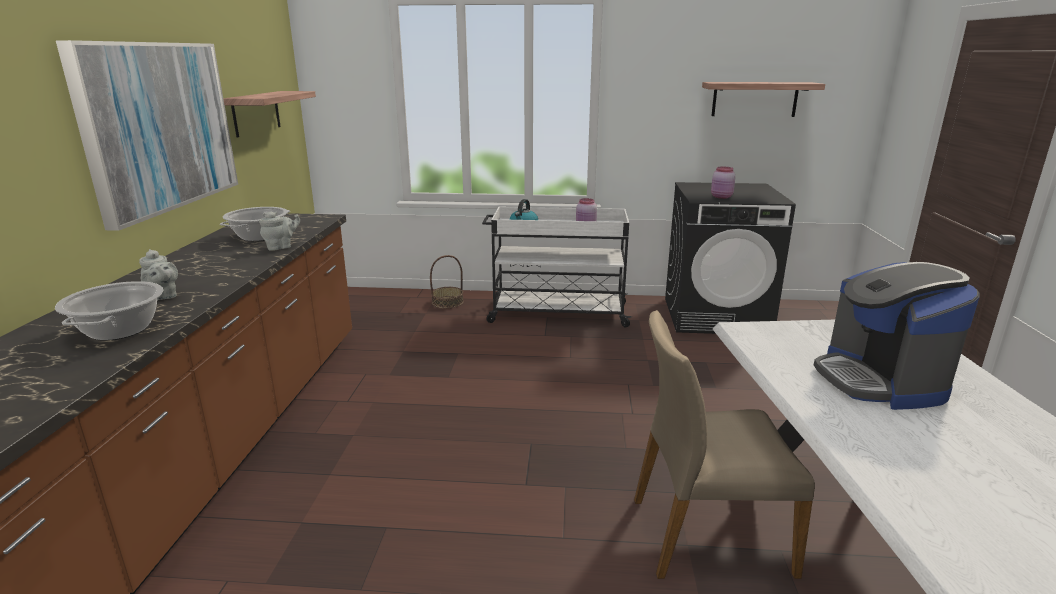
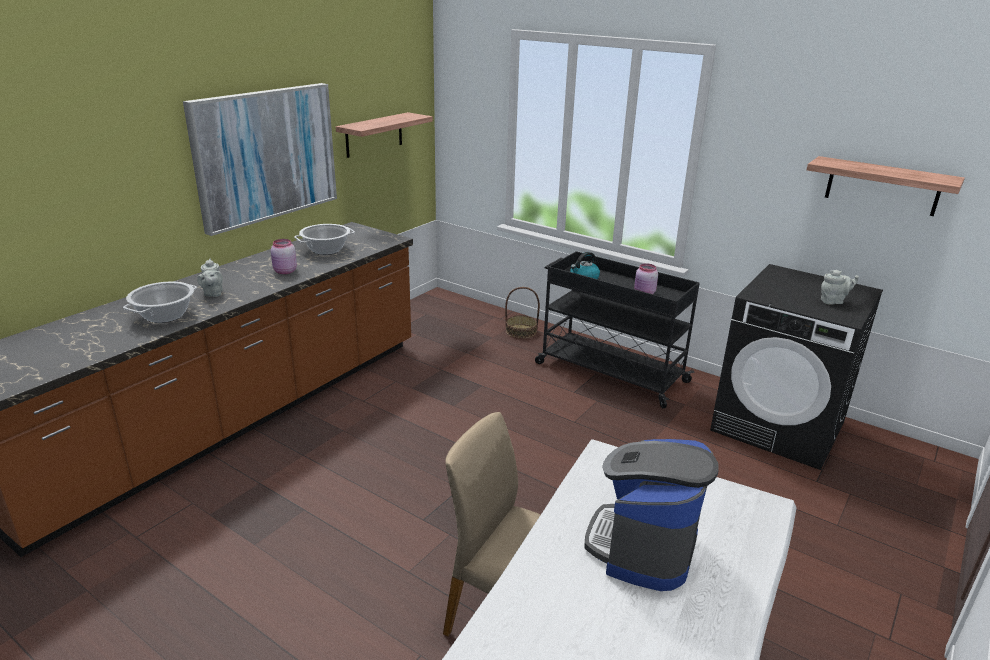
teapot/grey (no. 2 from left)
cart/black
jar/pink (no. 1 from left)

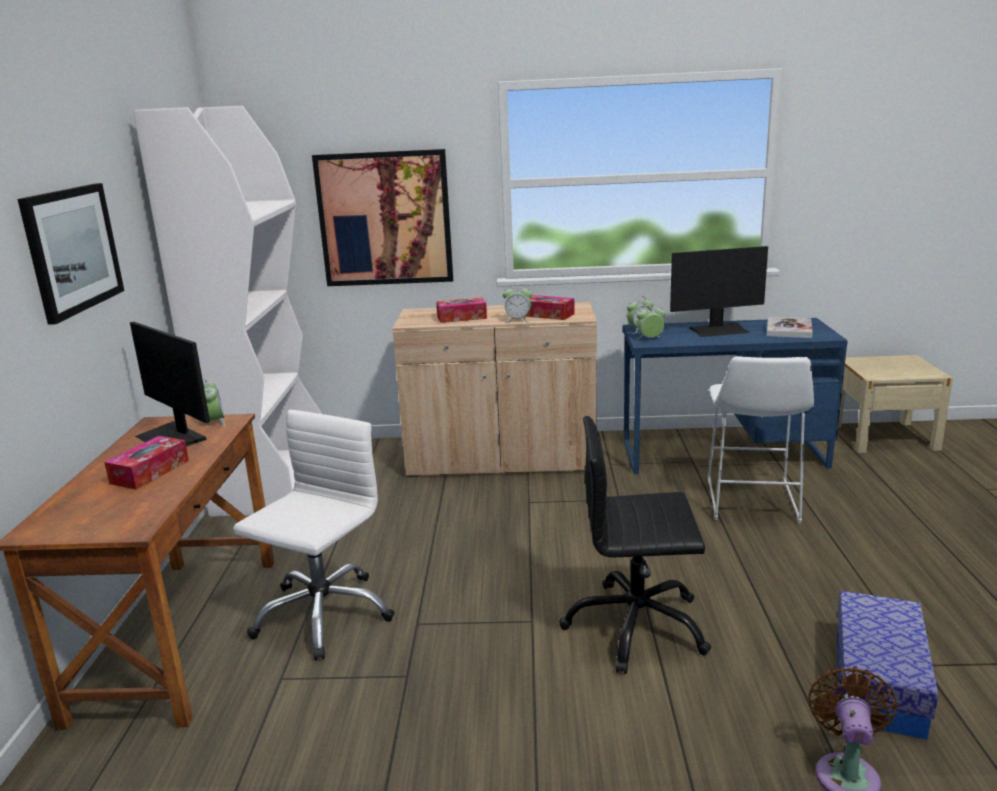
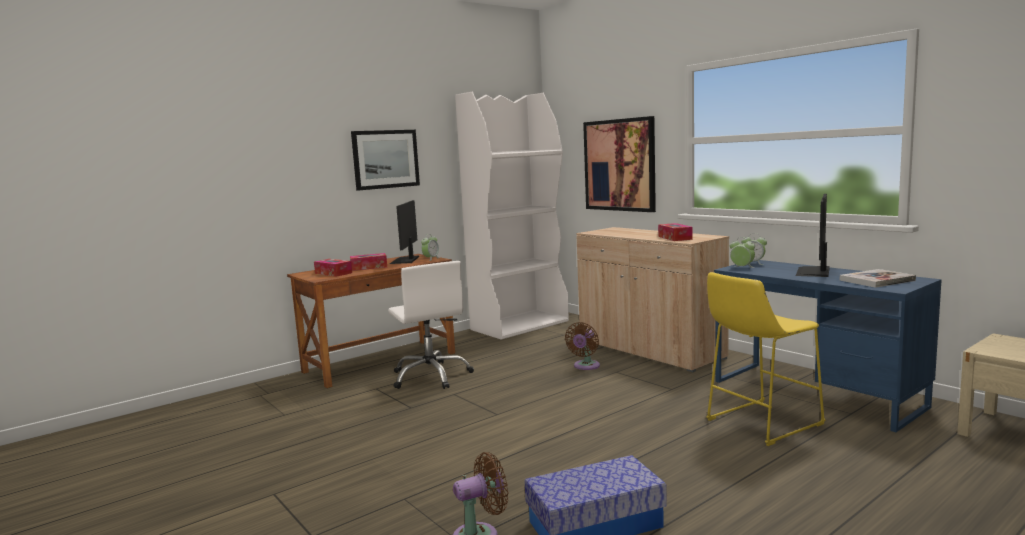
office chair/white
tissue box (no. 1 from left)
alarm clock (no. 2 from left in the first image)
office chair/black
monitor (no. 2 from left)
stool/yellow
fan/brown (no. 2 from left)

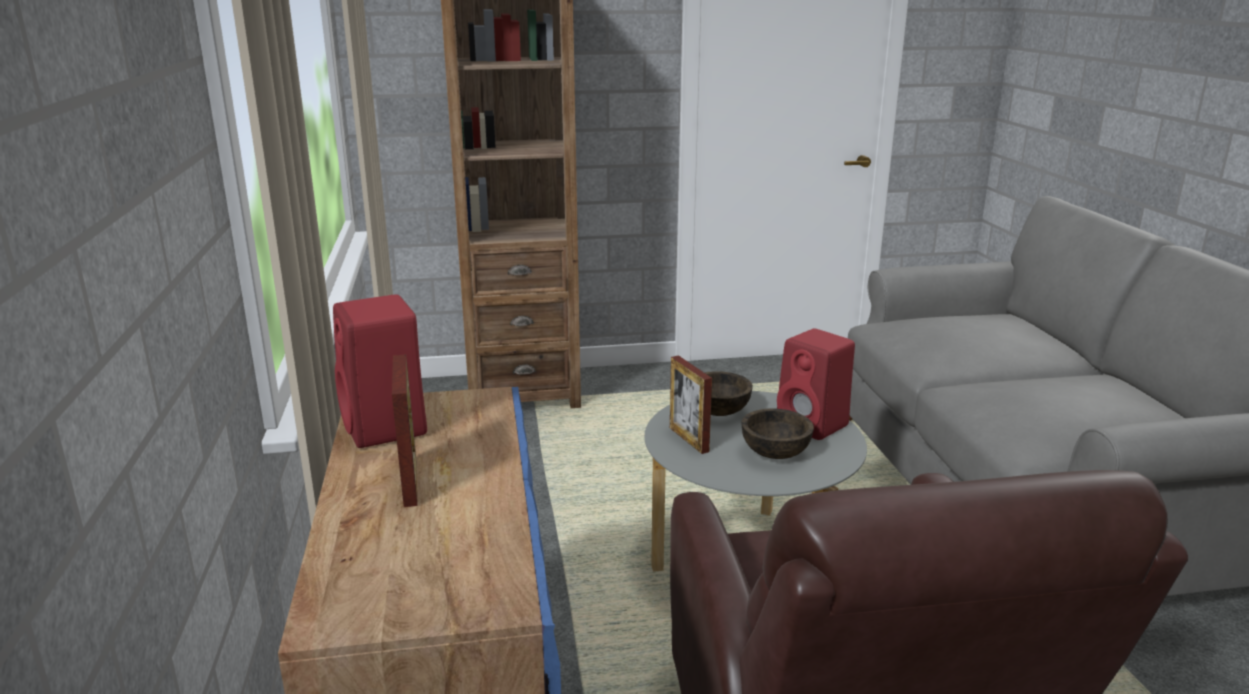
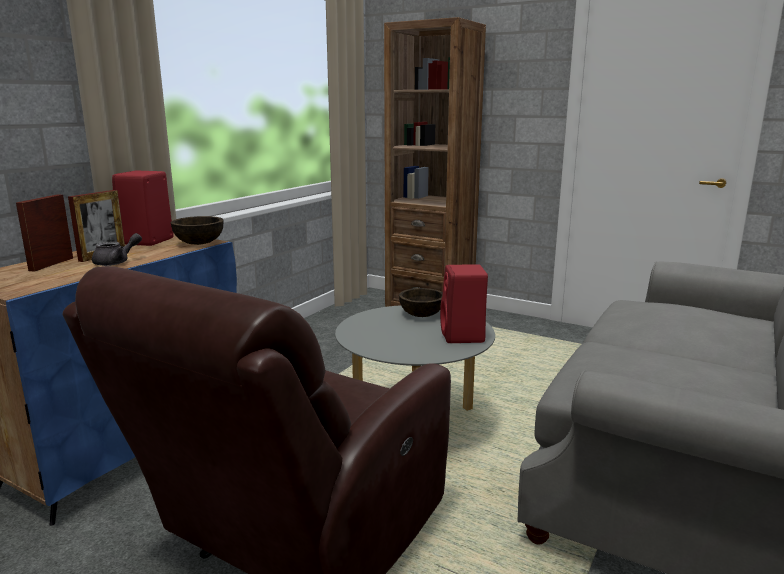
picture frame (no. 1 from left)
bowl/brown (no. 1 from left)
teapot/grey

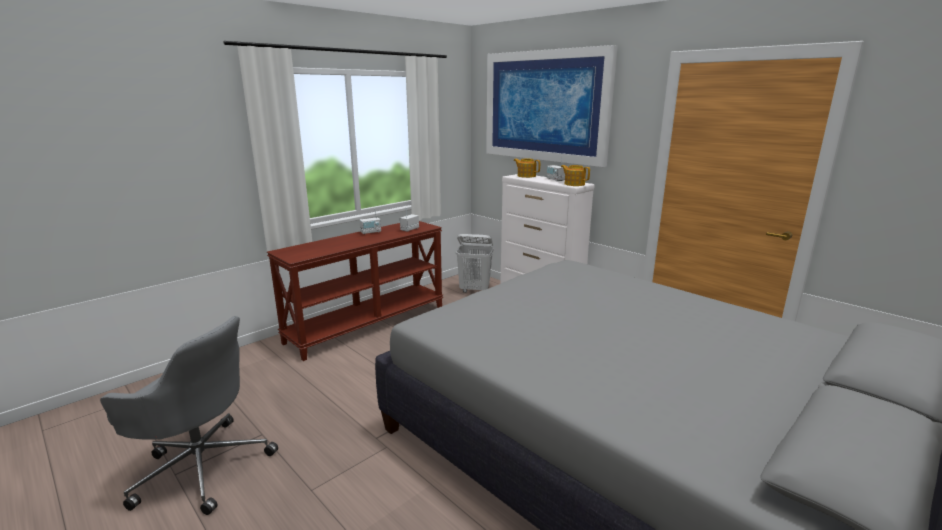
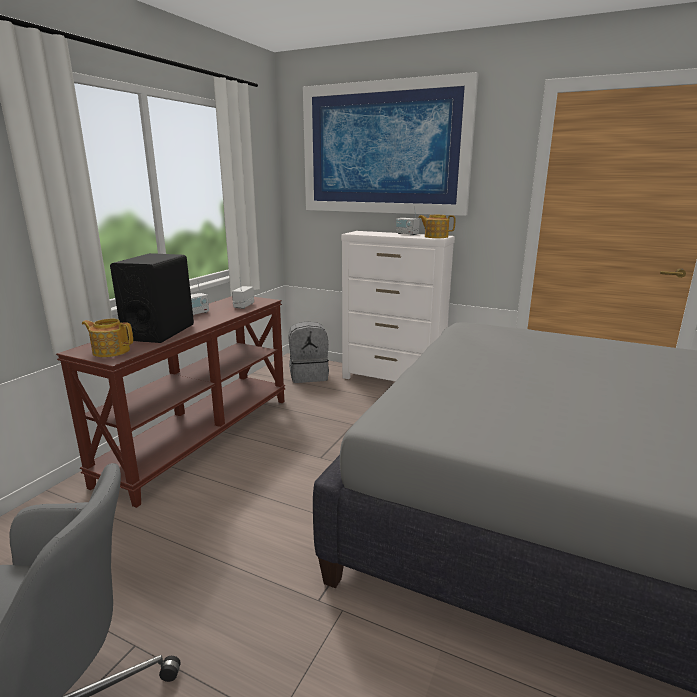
backpack/grey
teapot (no. 1 from left)
speaker/black

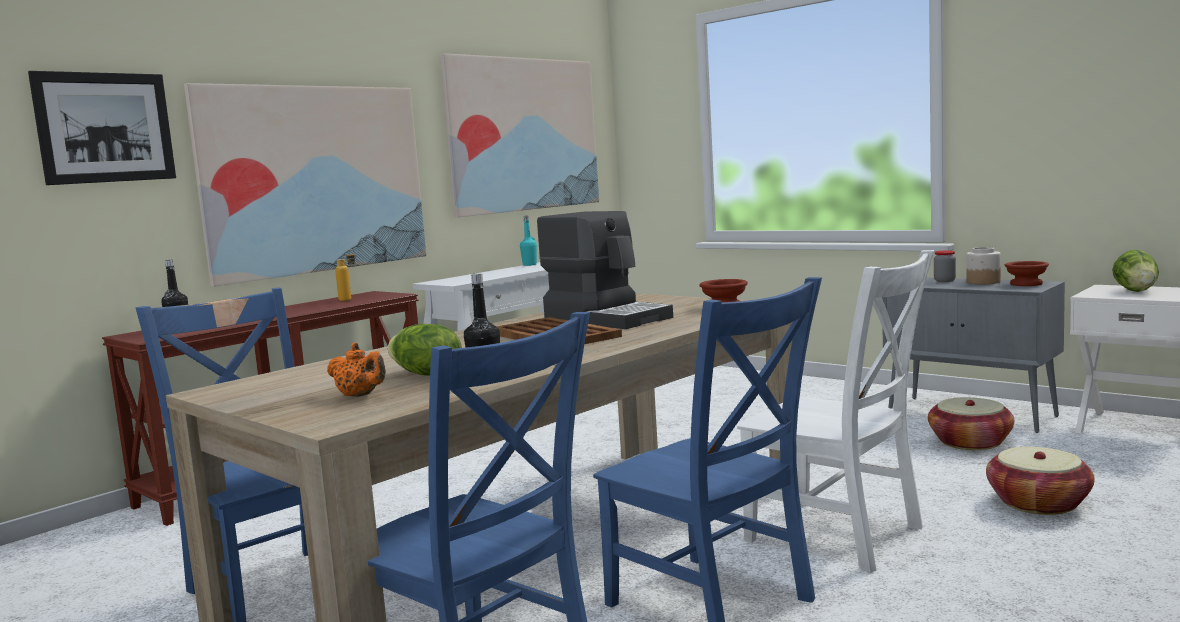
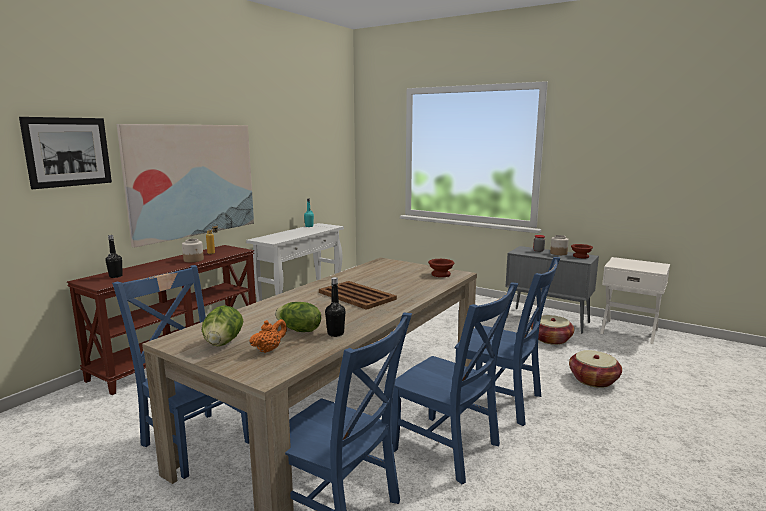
teapot/orange
picture (no. 3 from left in the first image)
coffee machine
chair/blue (no. 4 from left)
lettuce (no. 1 from left)
jar (no. 1 from left)

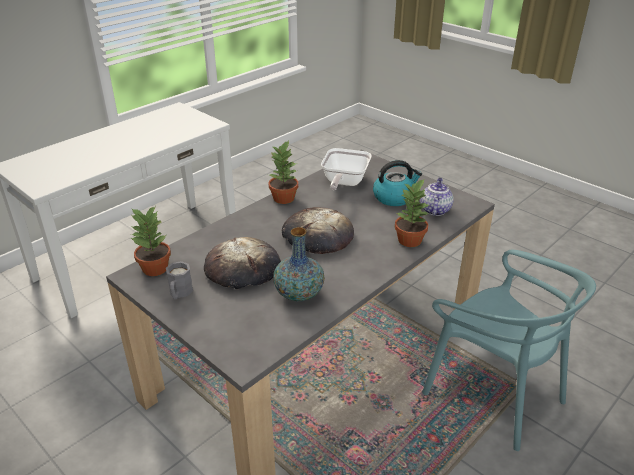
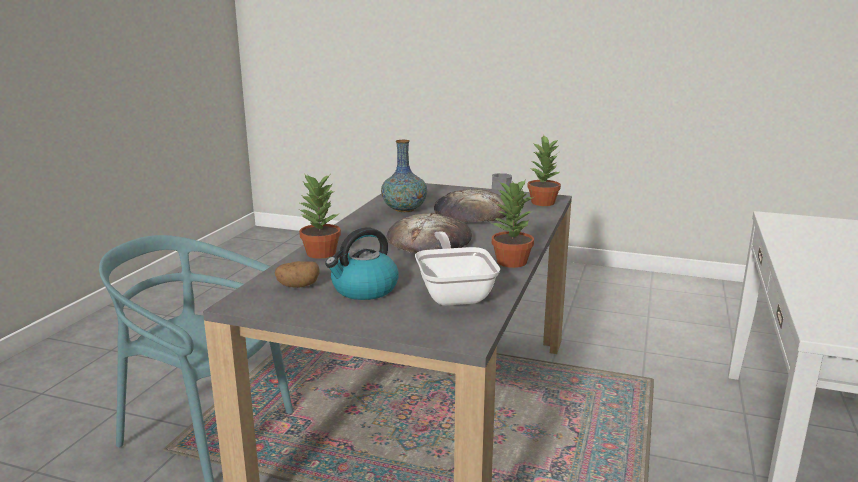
potato

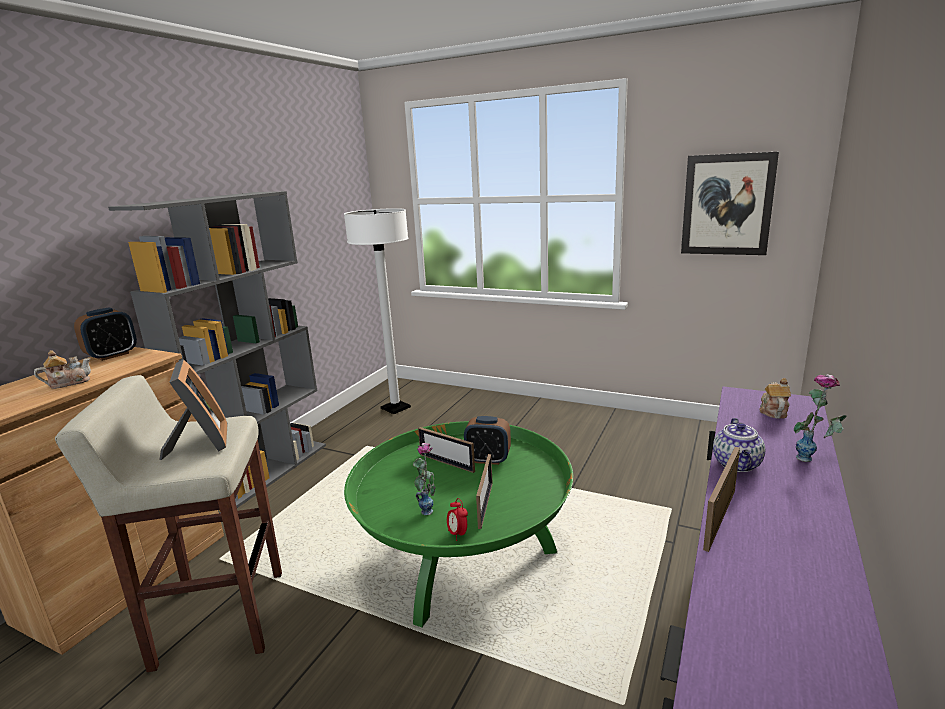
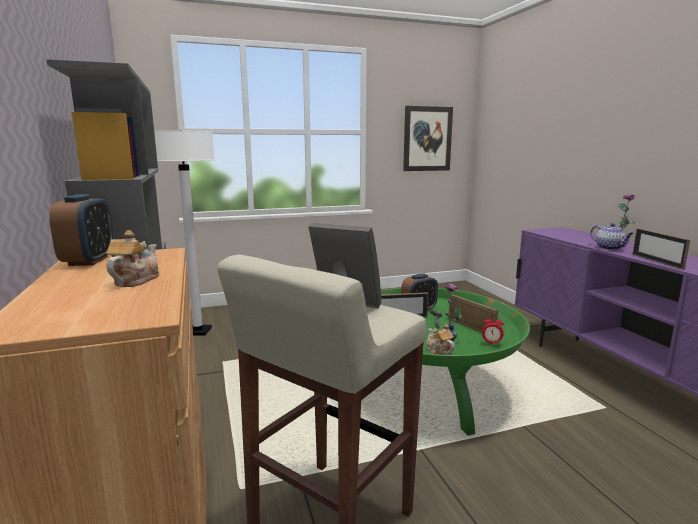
teapot (no. 2 from left)

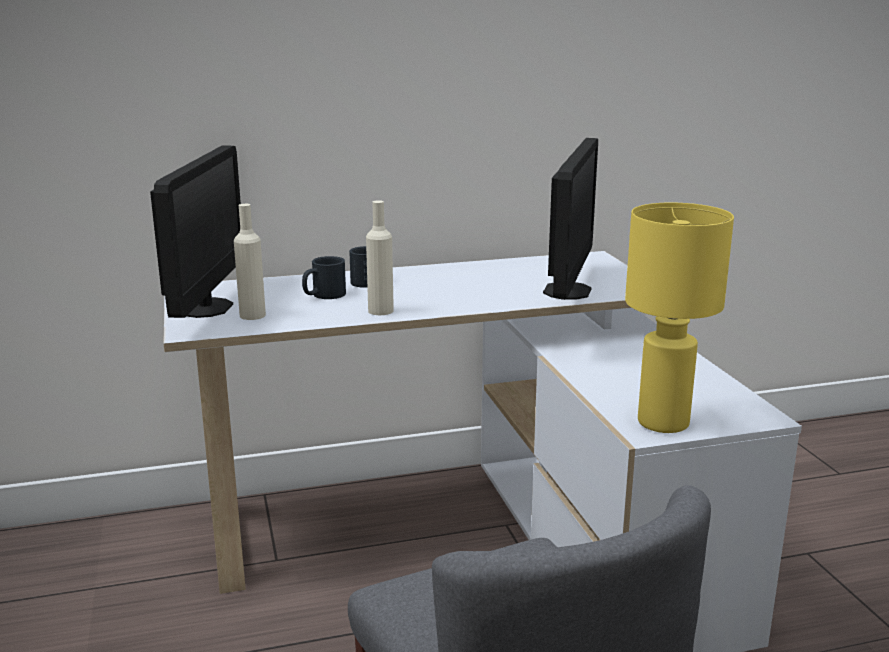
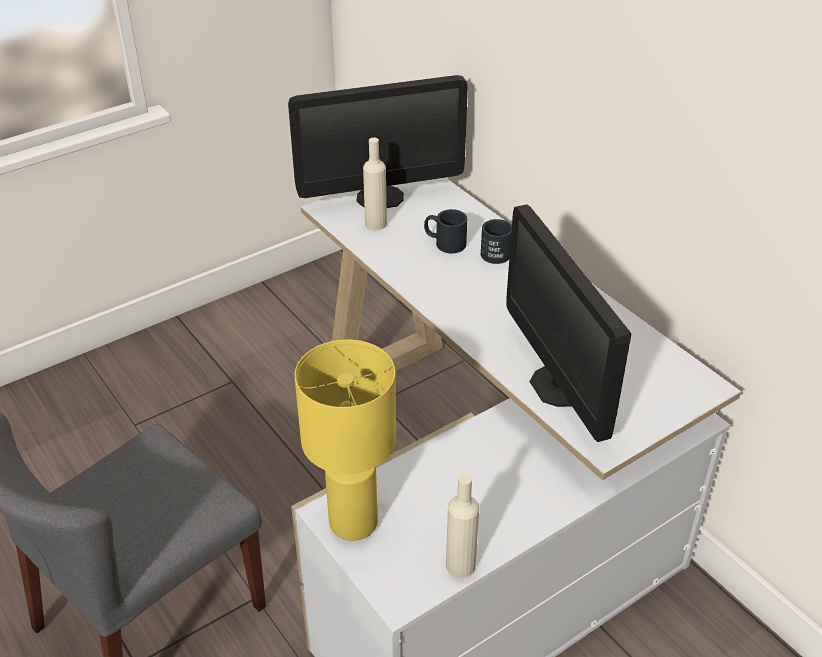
bottle/beige (no. 2 from left)
monitor (no. 2 from left)

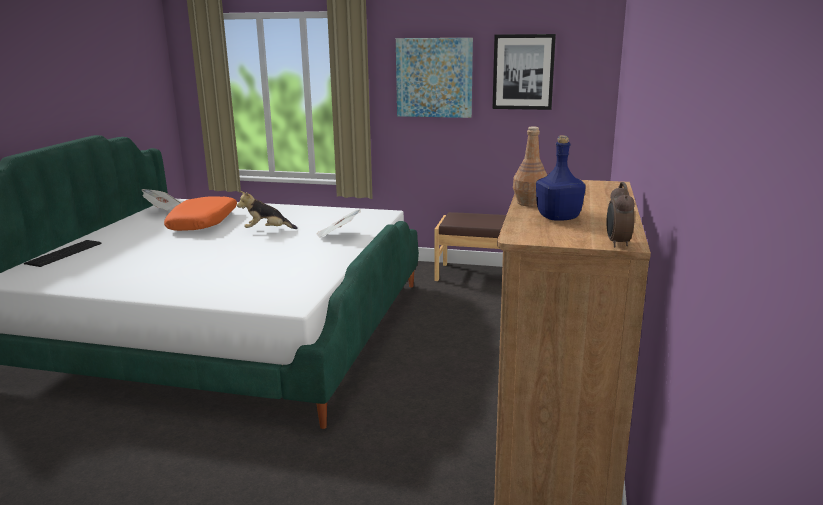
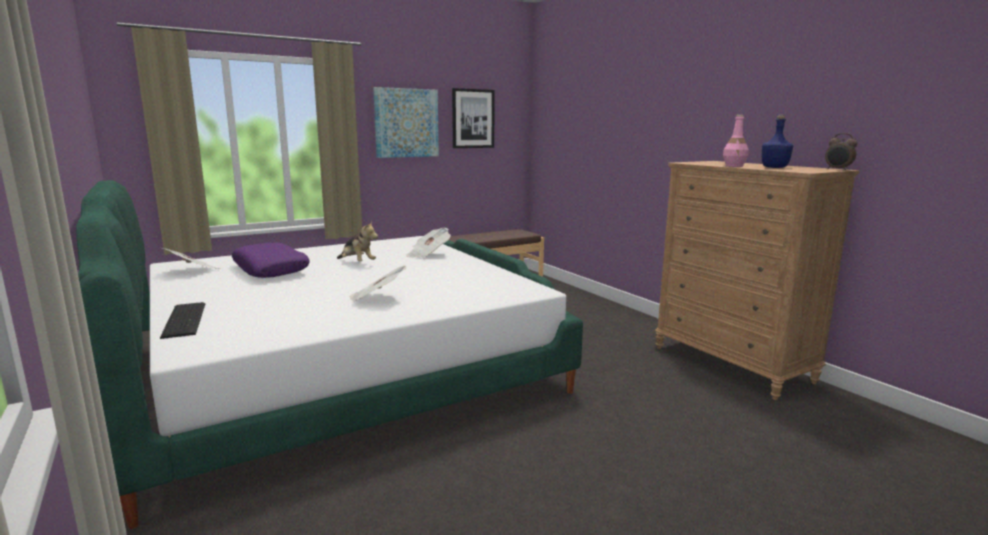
pillow/purple
plush toy
bottle/pink
newspaper (no. 2 from left)

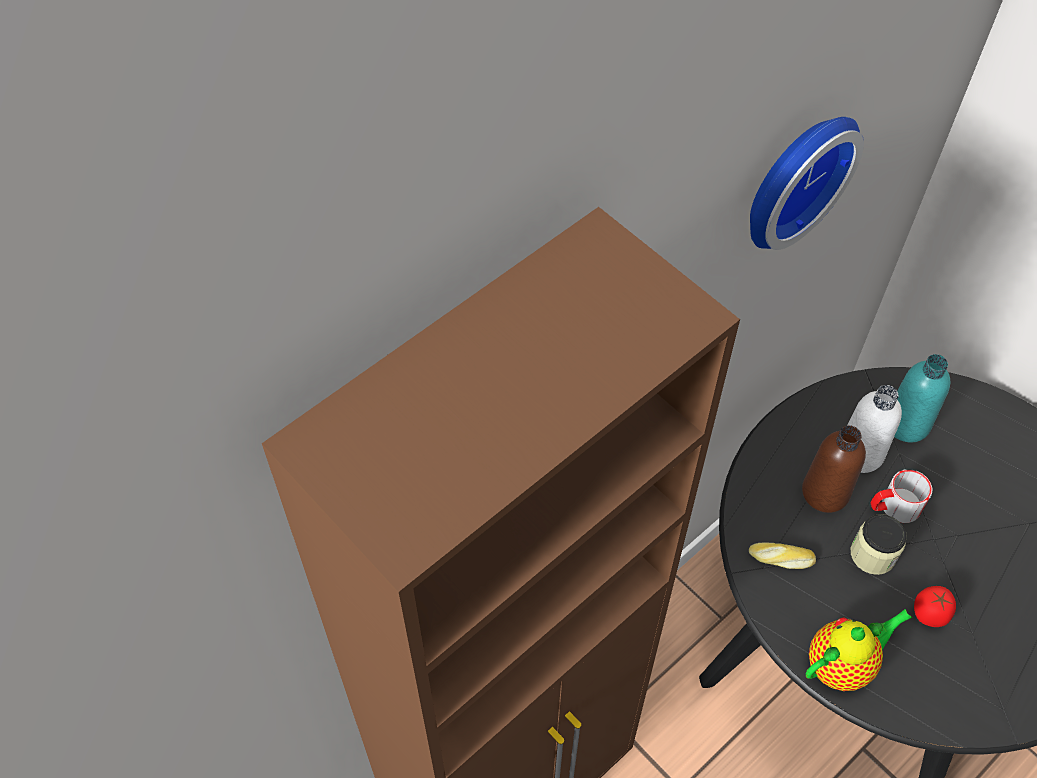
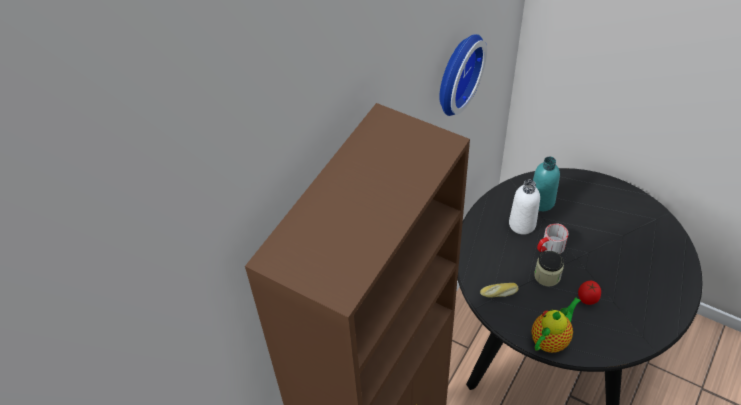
bottle/brown

